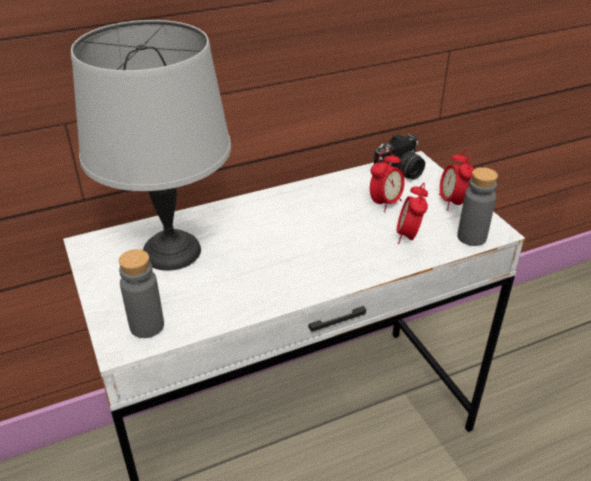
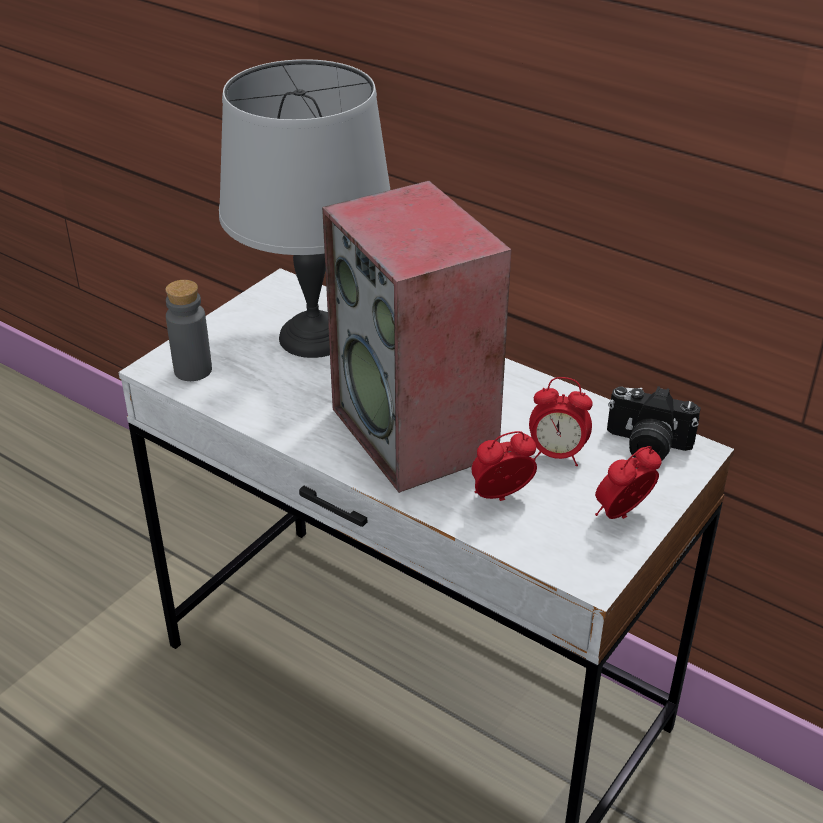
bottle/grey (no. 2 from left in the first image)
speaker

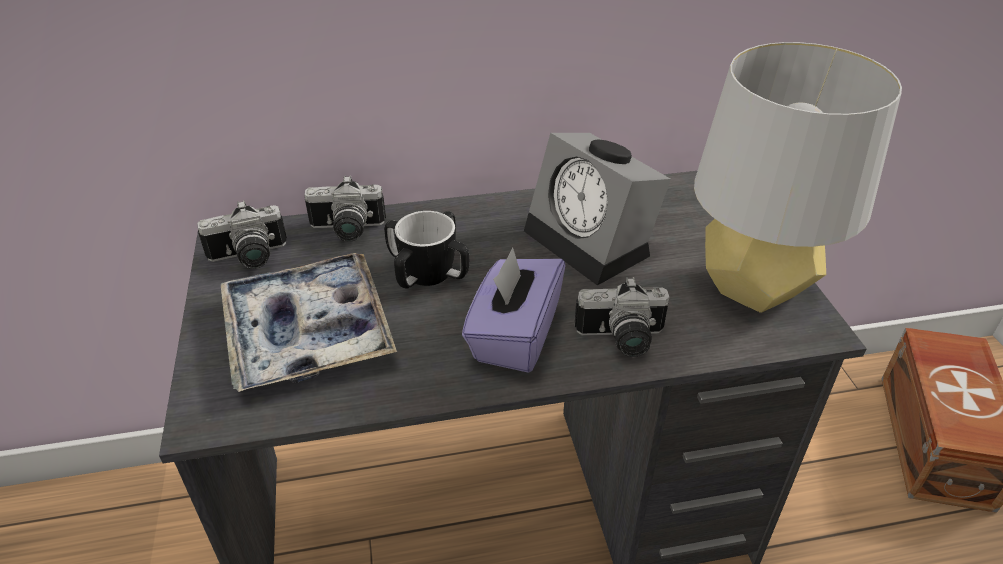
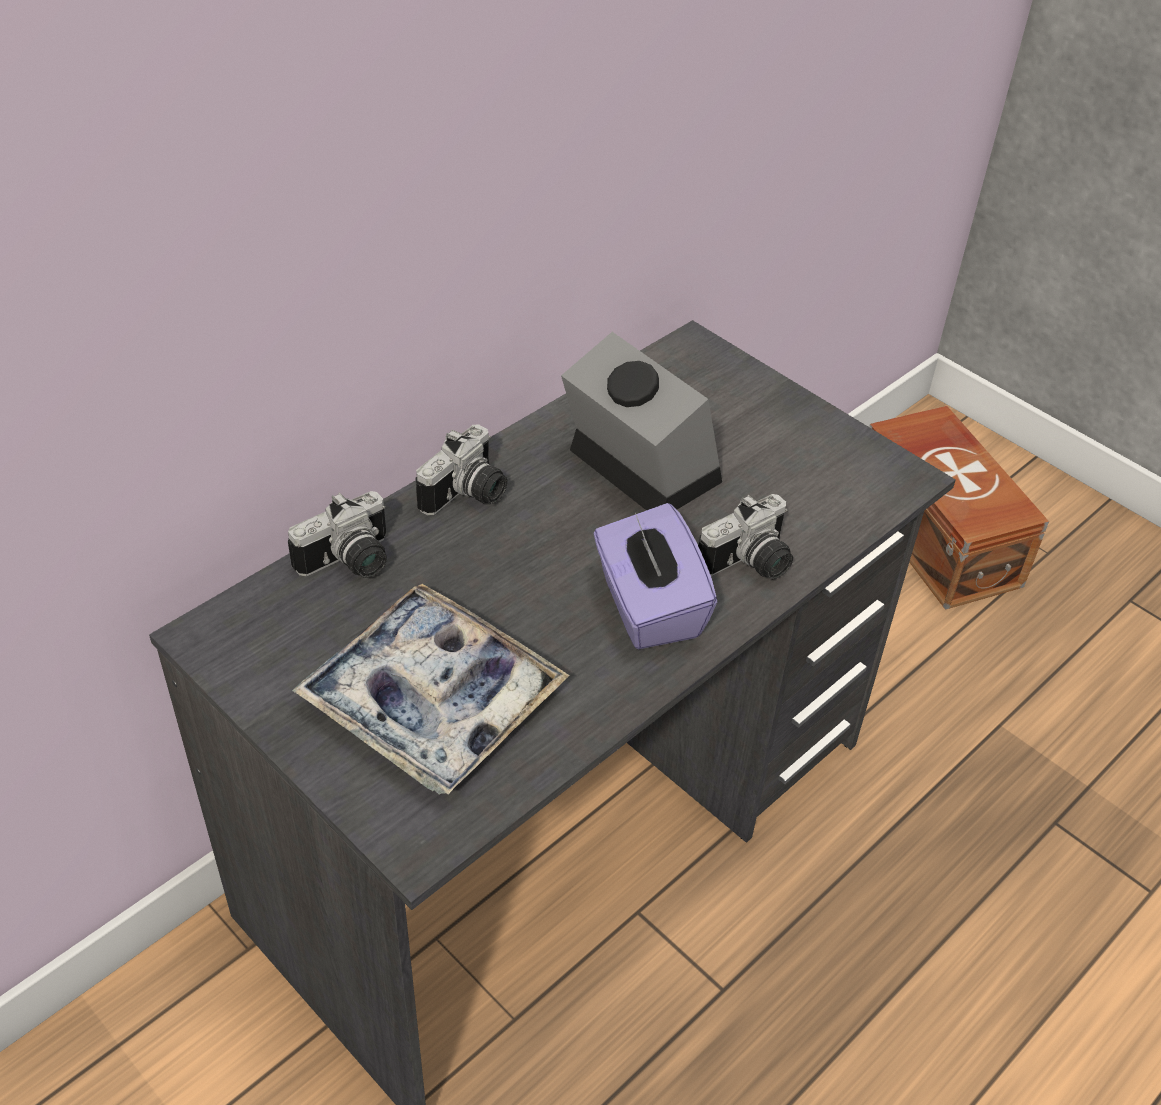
photo camera (no. 2 from left)
mug
alarm clock
table lamp/grey

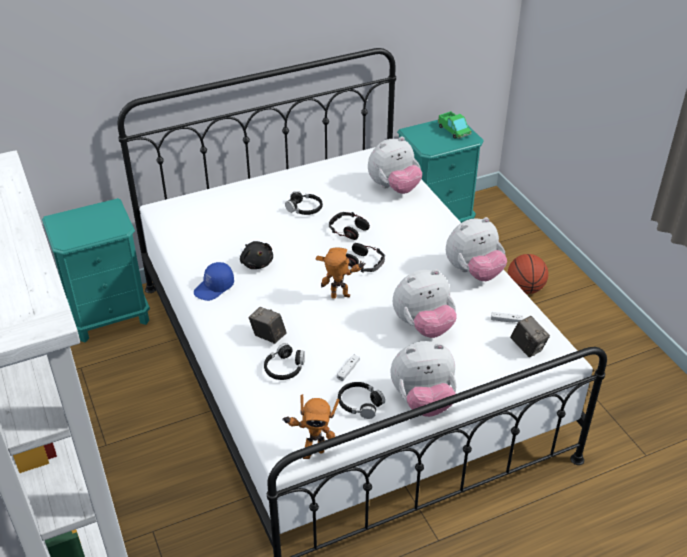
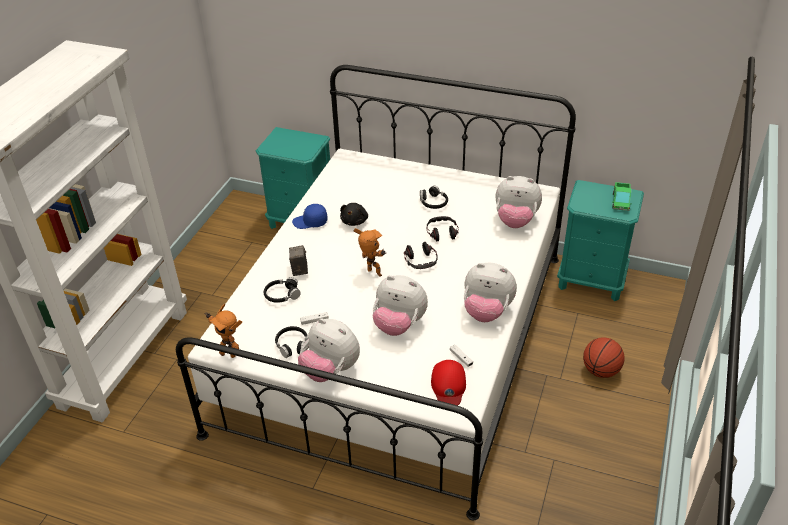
cap/red

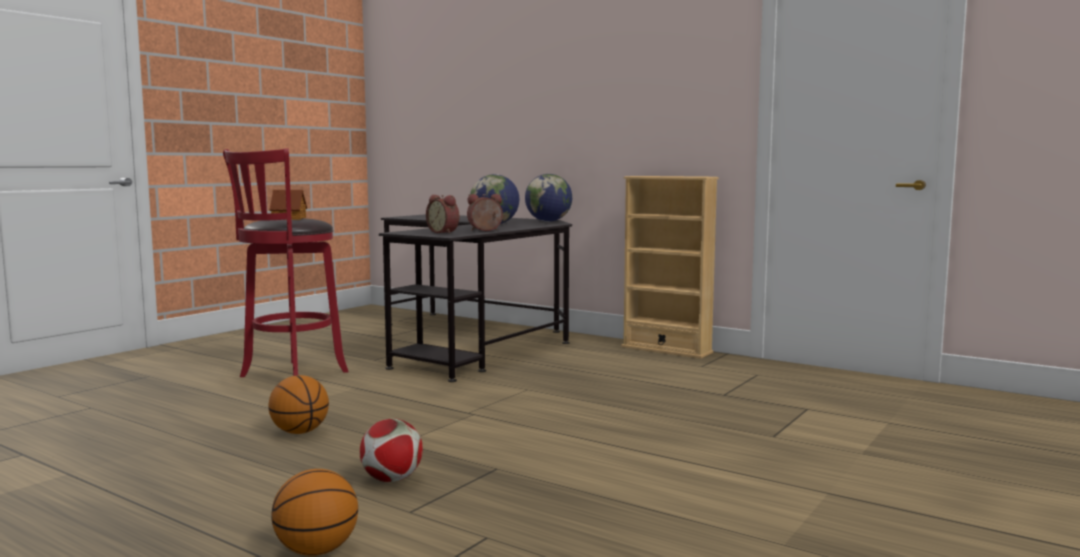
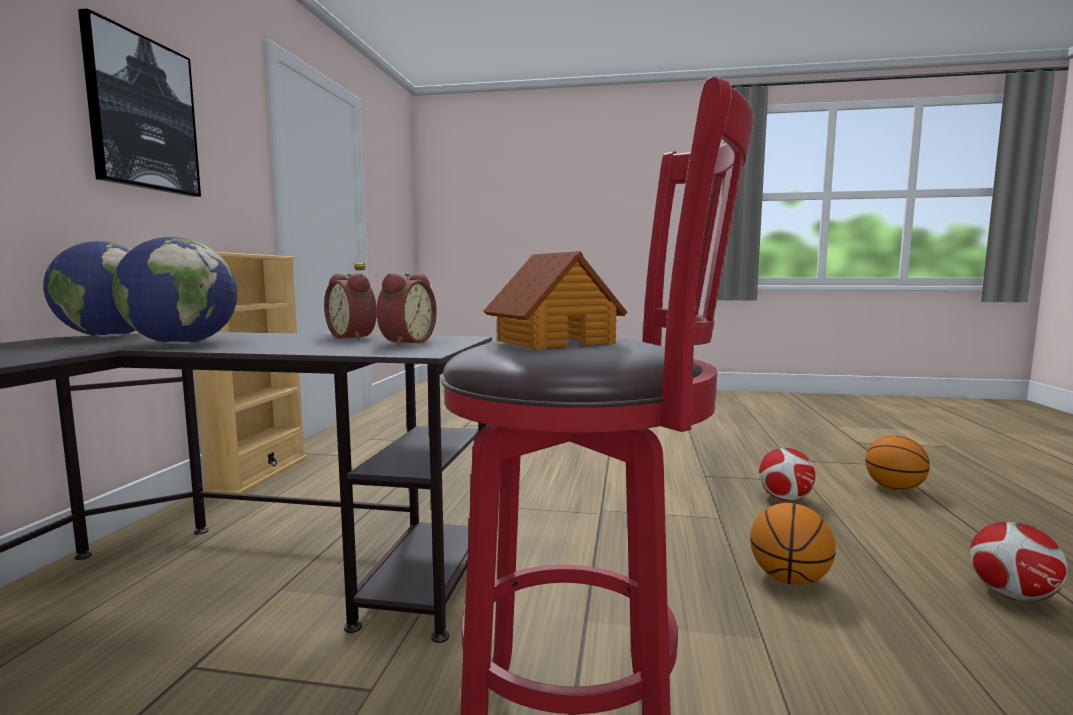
picture
football (no. 2 from left)

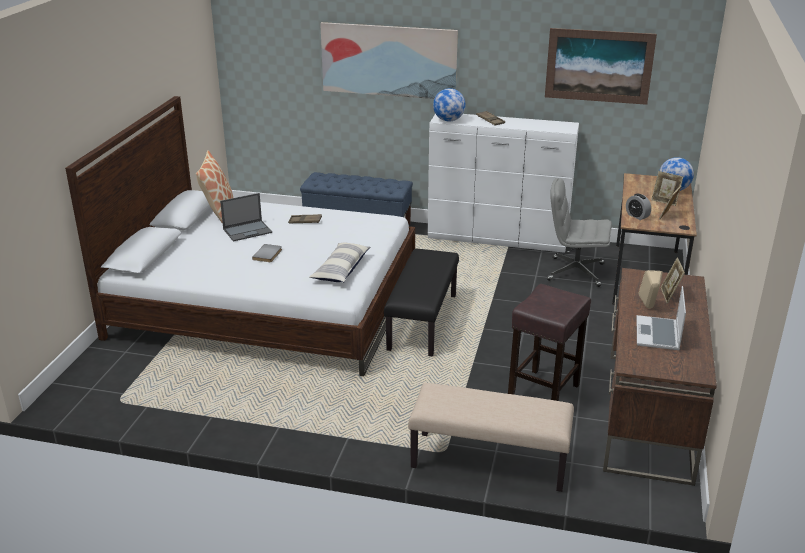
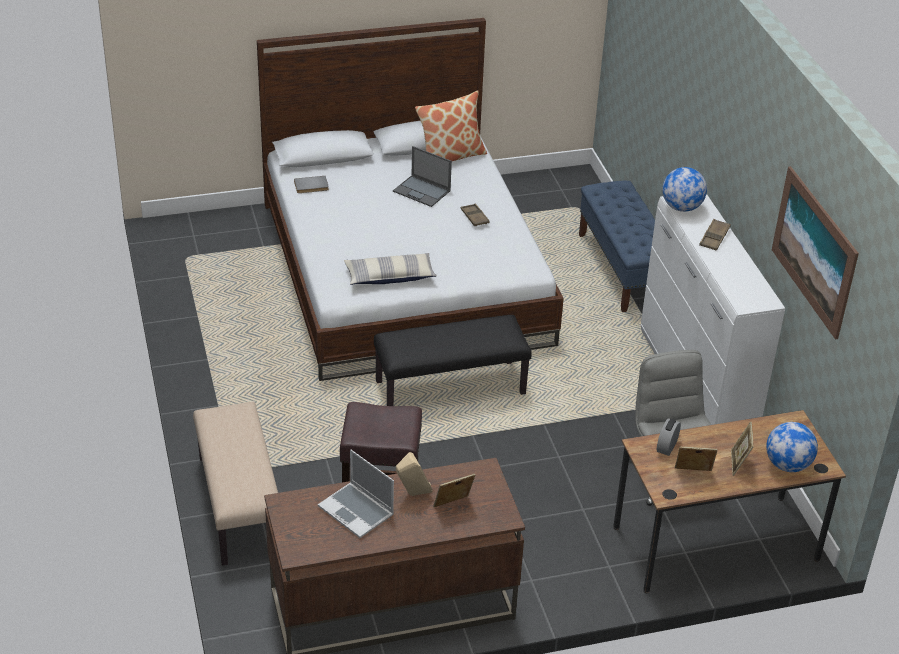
book/grey
picture (no. 1 from left in the first image)
laptop (no. 1 from left)

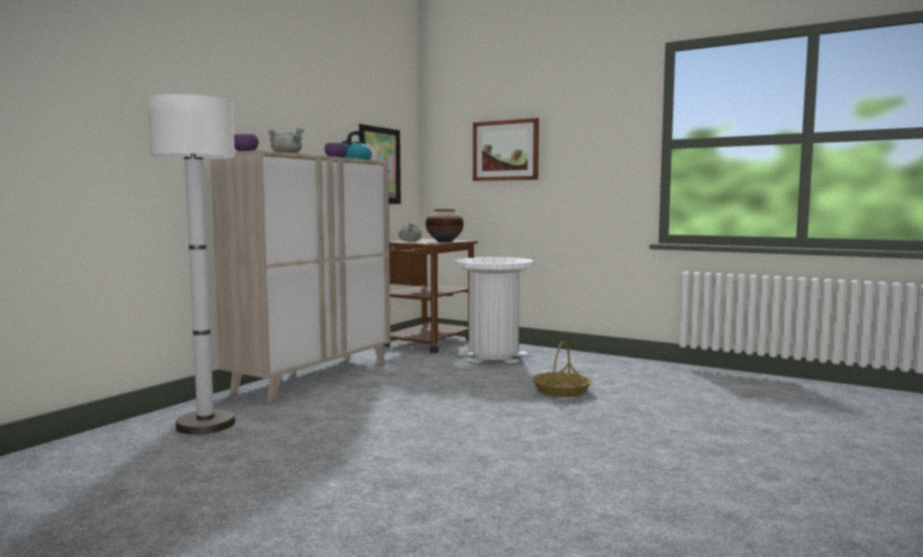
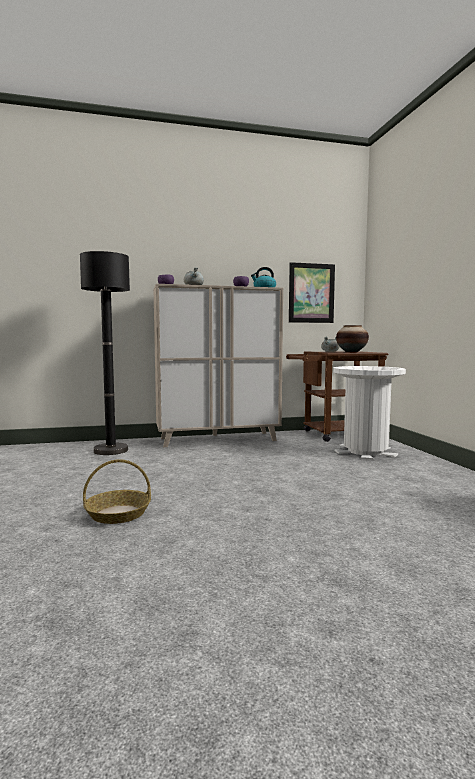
floor lamp/black
picture (no. 2 from left in the first image)
basket

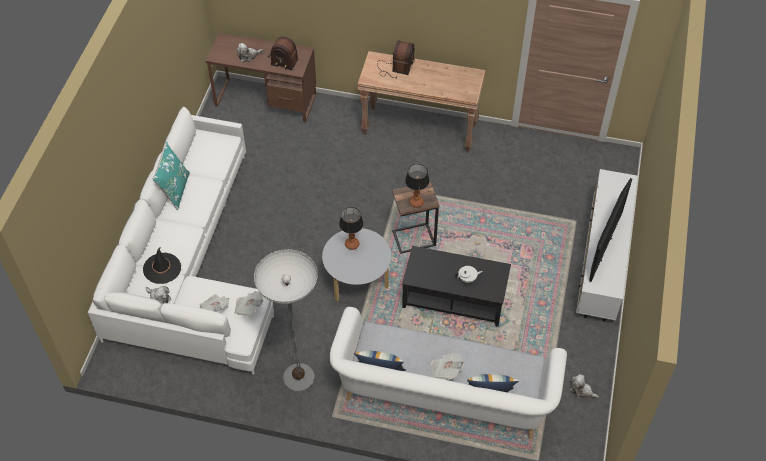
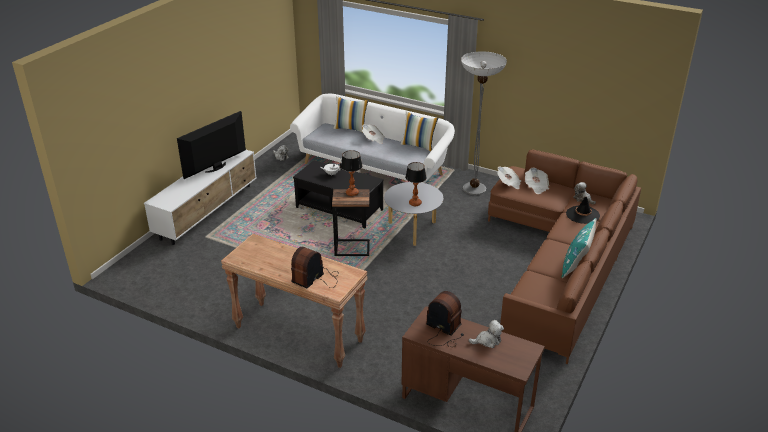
sofa/brown

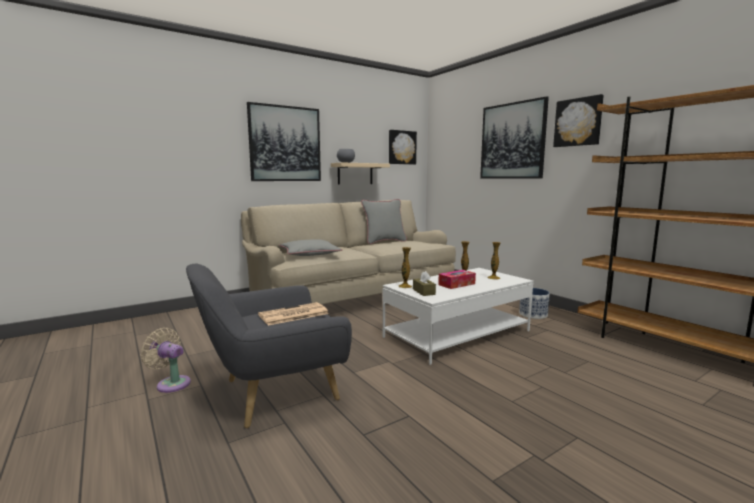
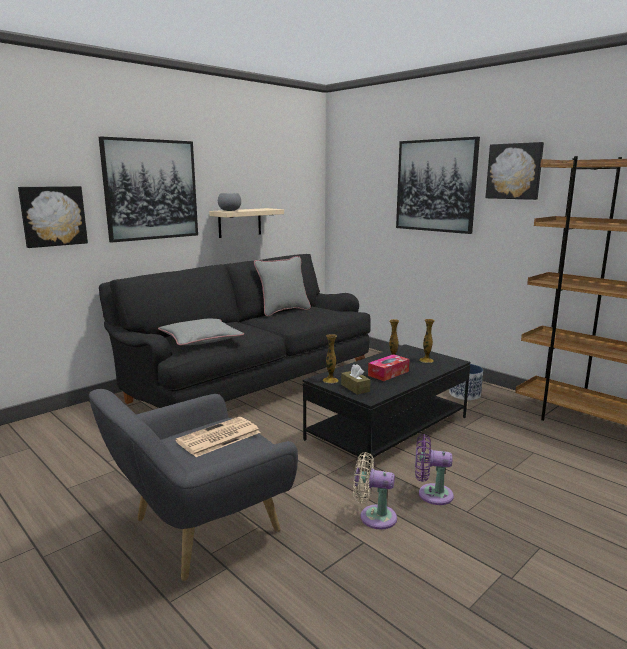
fan/beige
sofa/black
coffee table/black
picture (no. 1 from left)
fan/purple

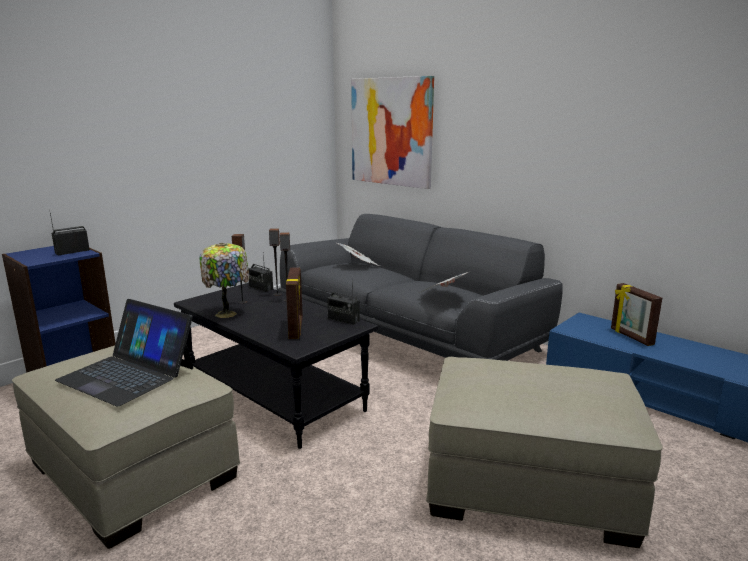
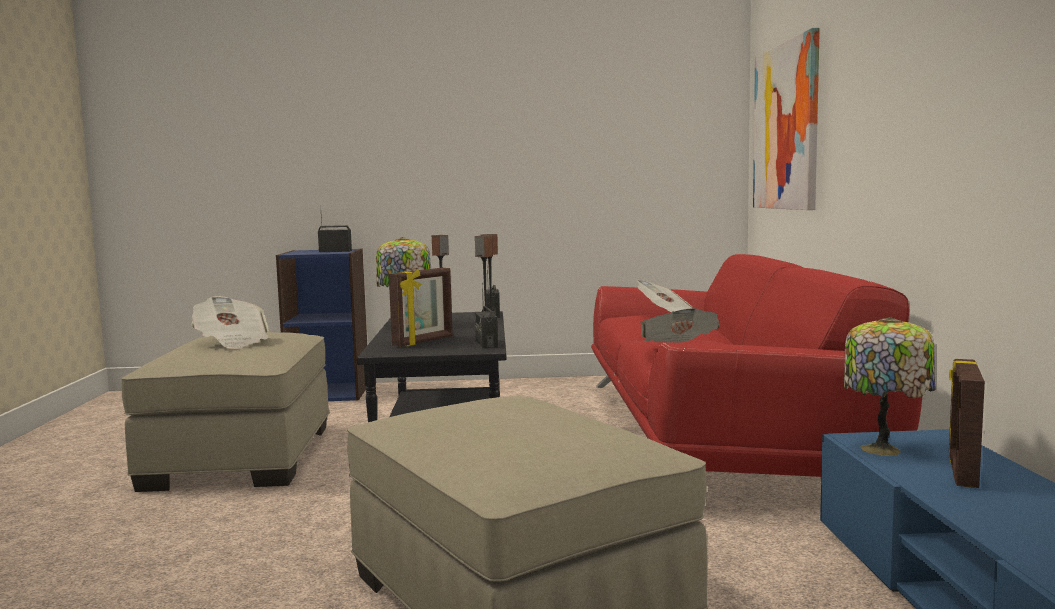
newspaper (no. 1 from left)
sofa/red
table lamp (no. 2 from left)

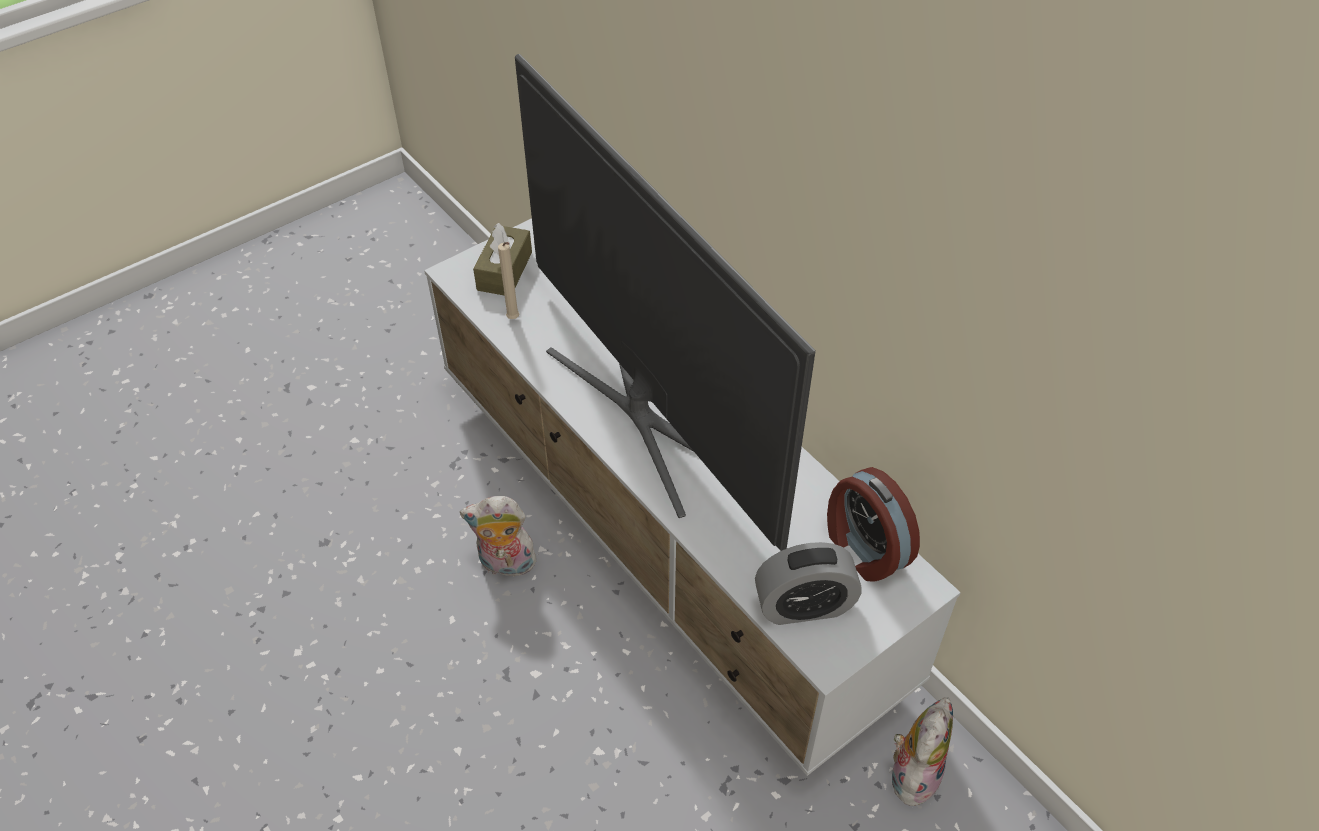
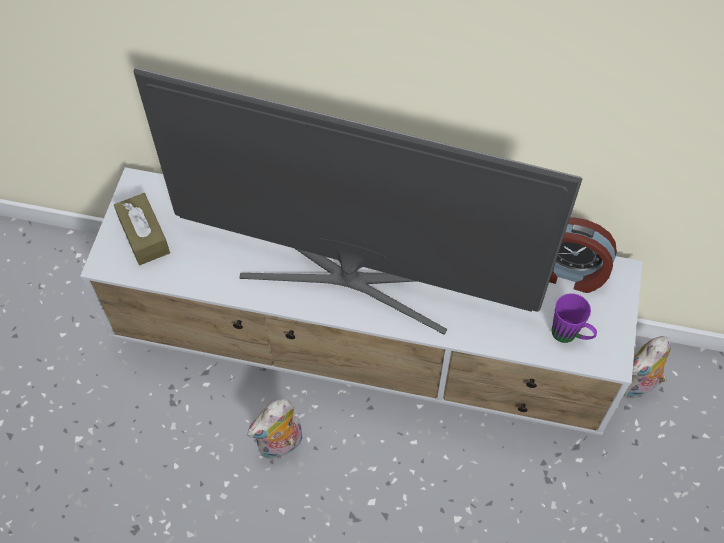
candle/beige
mug/purple
plush toy (no. 2 from left)

